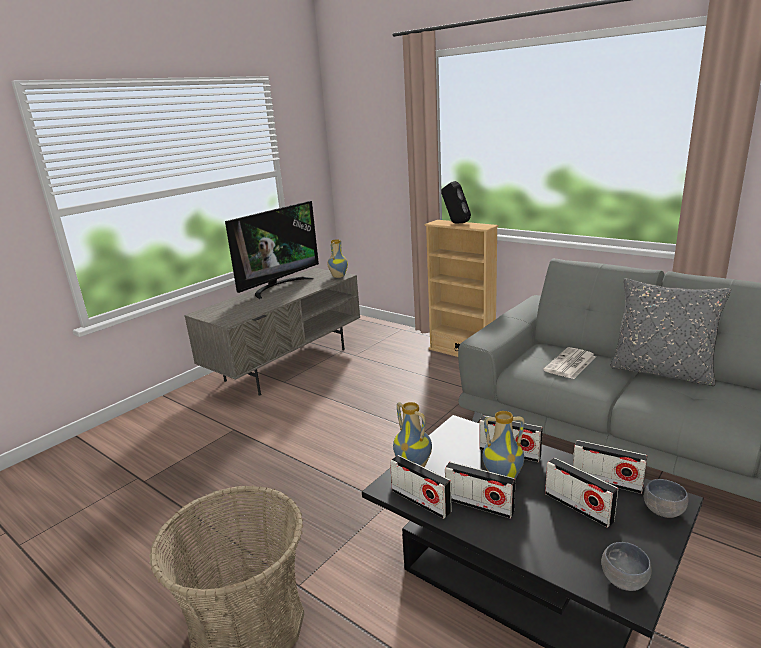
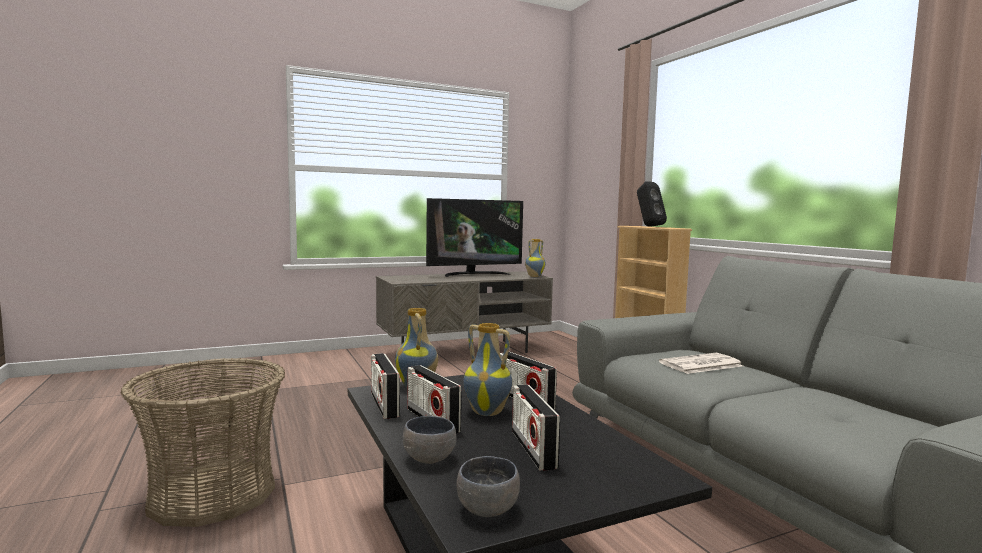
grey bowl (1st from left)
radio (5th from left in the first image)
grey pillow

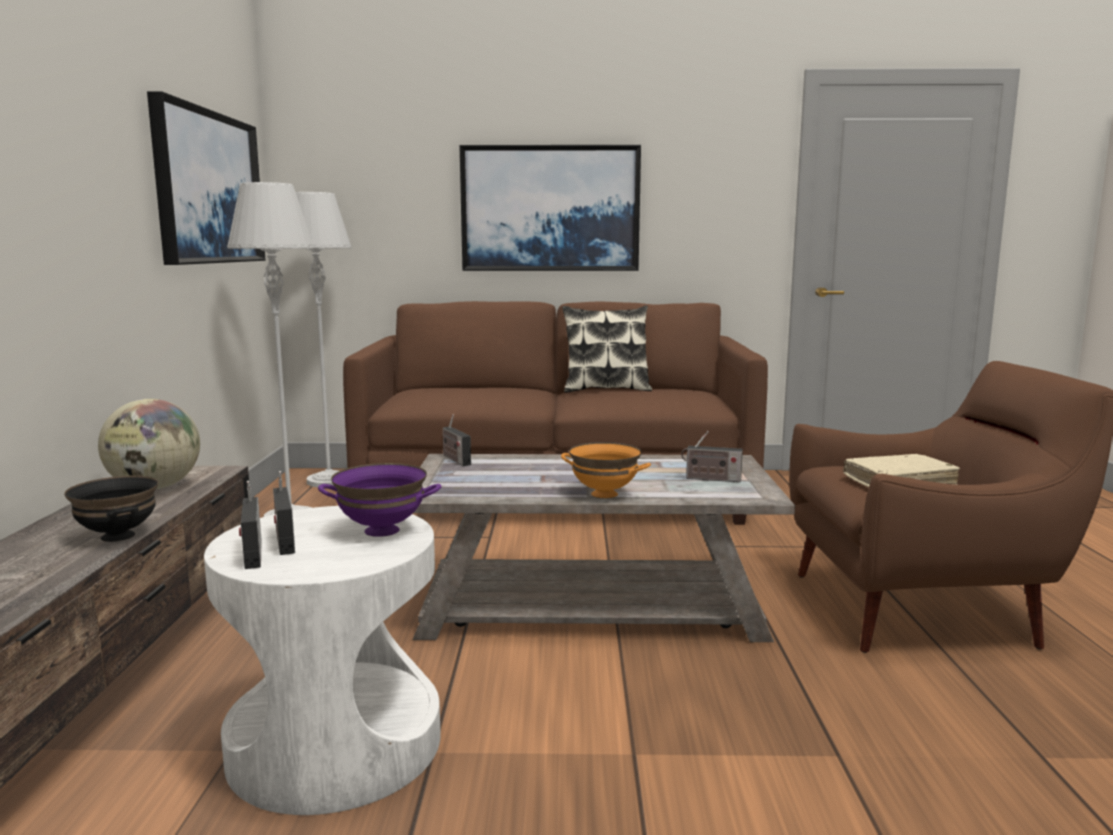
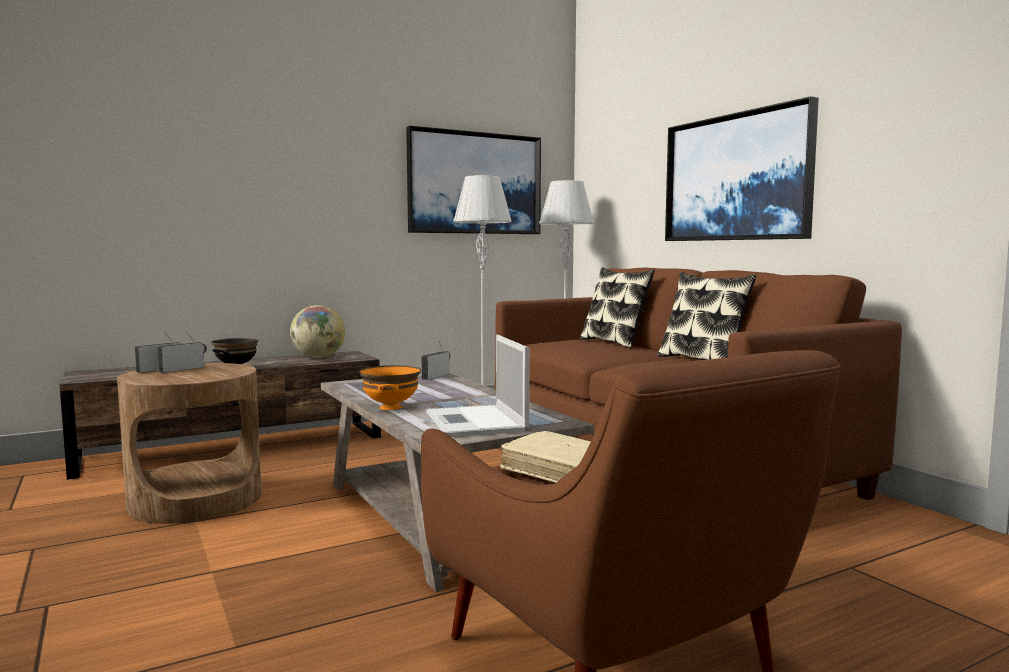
brown side table
laptop
pillow (1st from left)
purple bowl

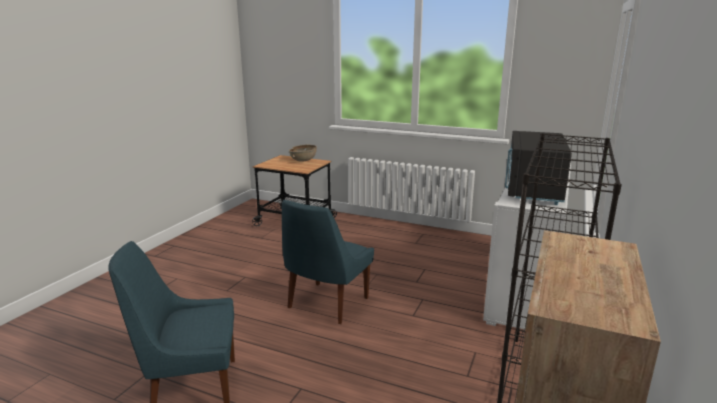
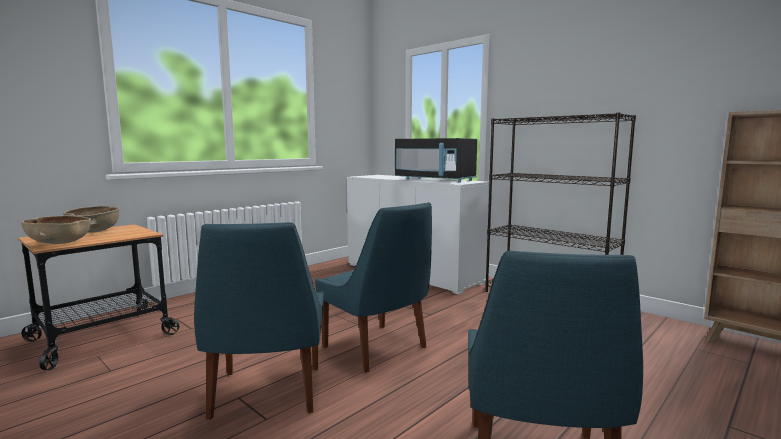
brown bowl (1st from left)
blue chair (1st from left)

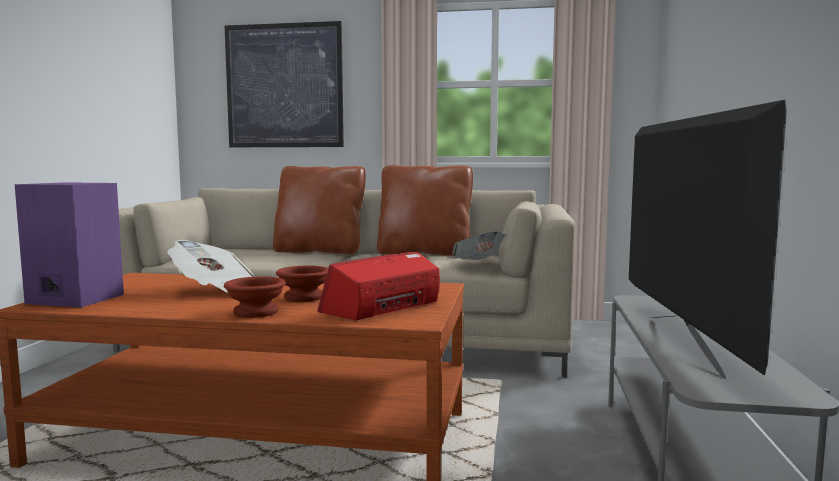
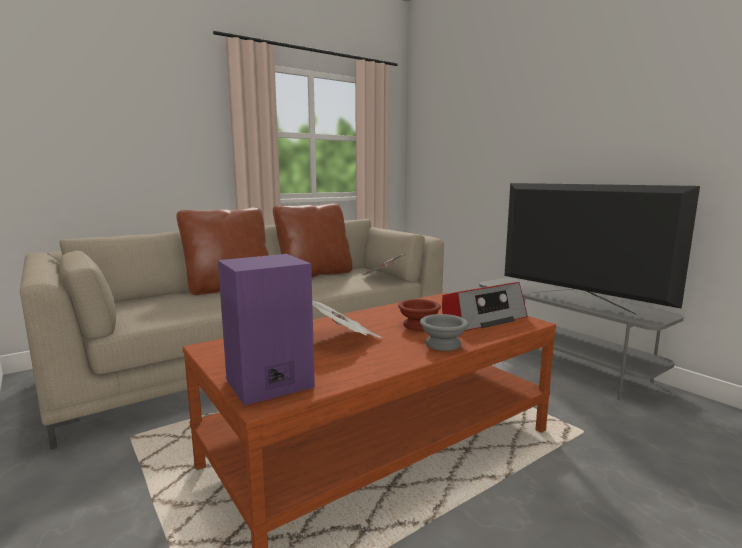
grey bowl
radio
picture

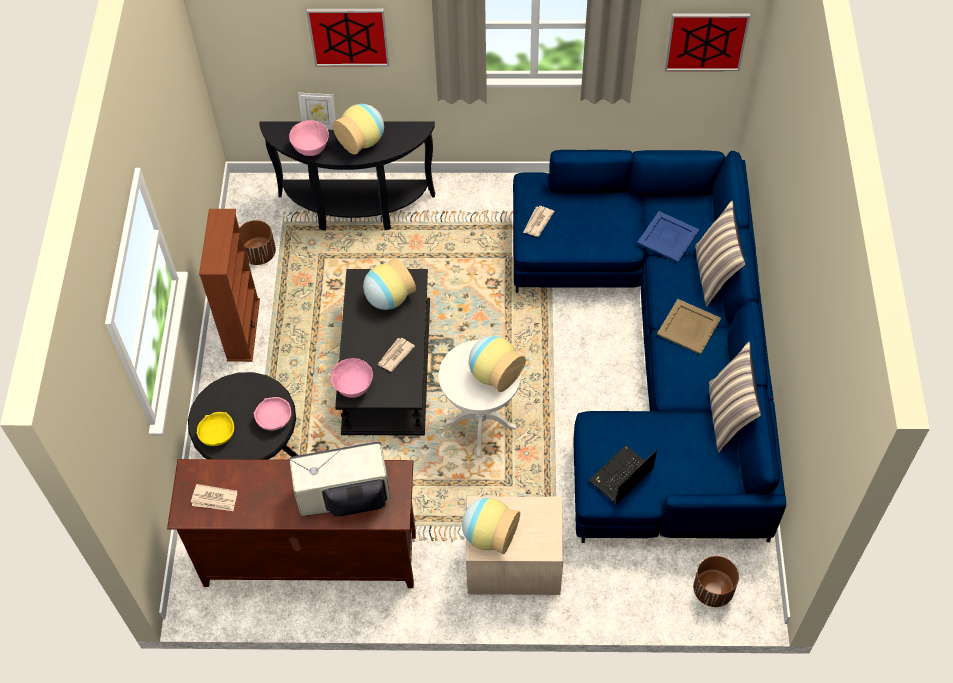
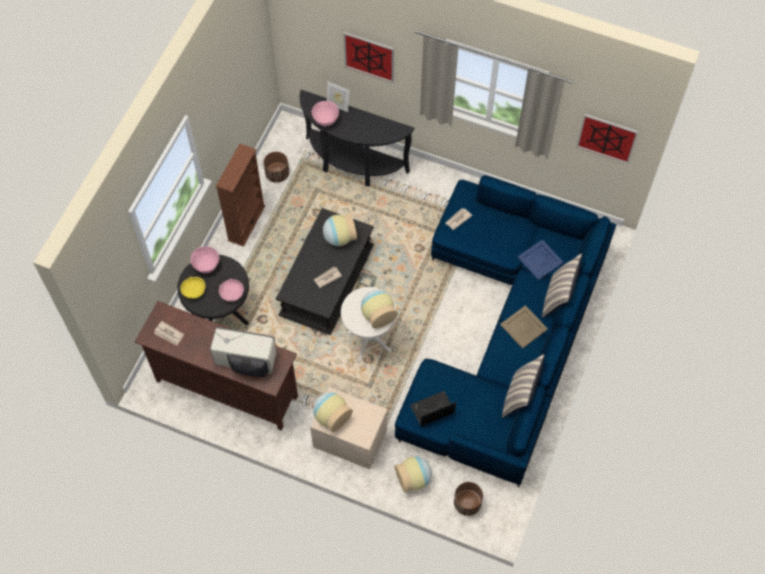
pink bowl (1st from left)
vase (4th from left)

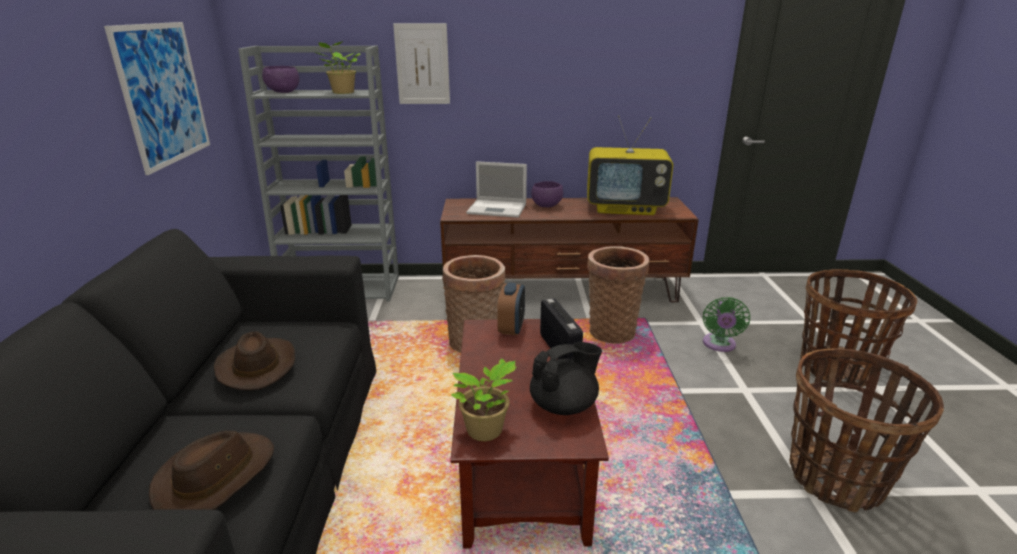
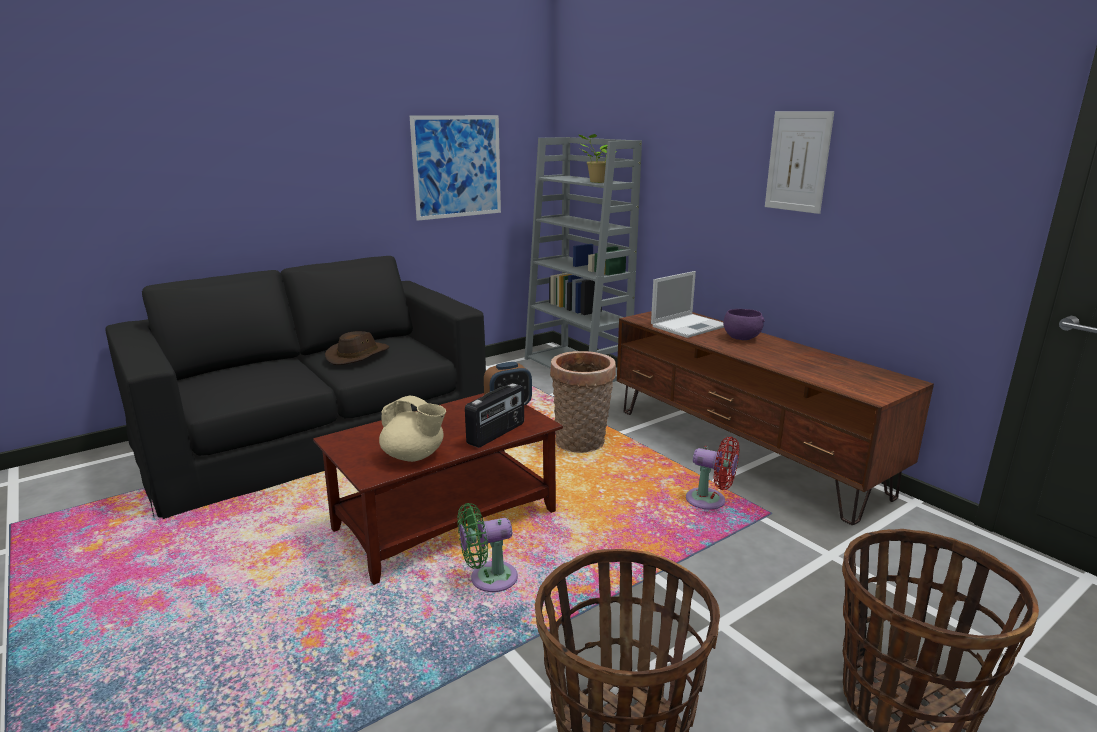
beige teapot
green fan
laptop
red fan
picture (2nd from left)
brown hat (1st from left in the first image)
purple bowl (1st from left in the first image)
potted plant (2nd from left in the first image)
television

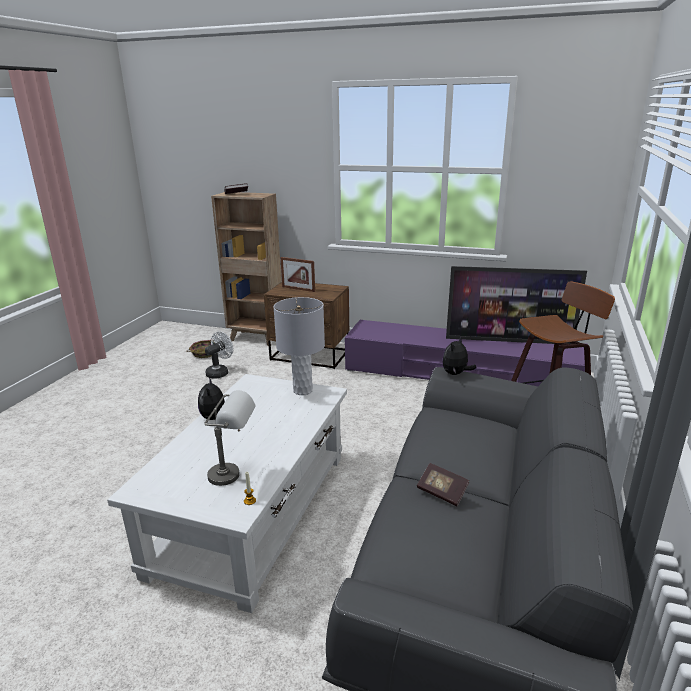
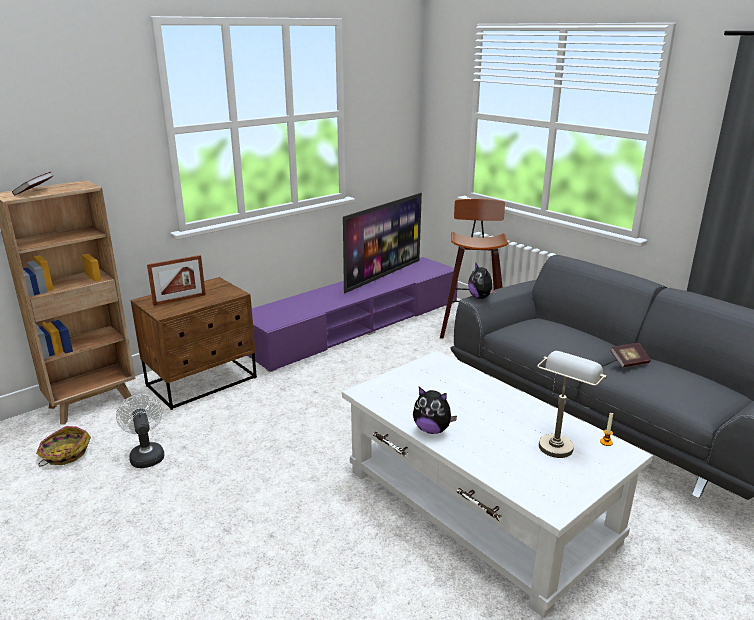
grey table lamp (2nd from left in the first image)

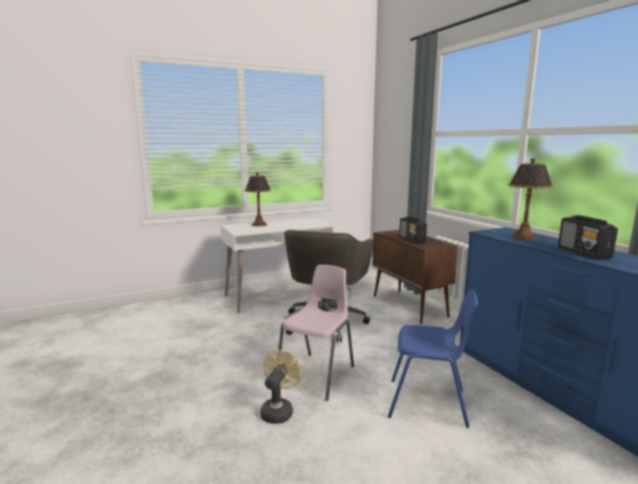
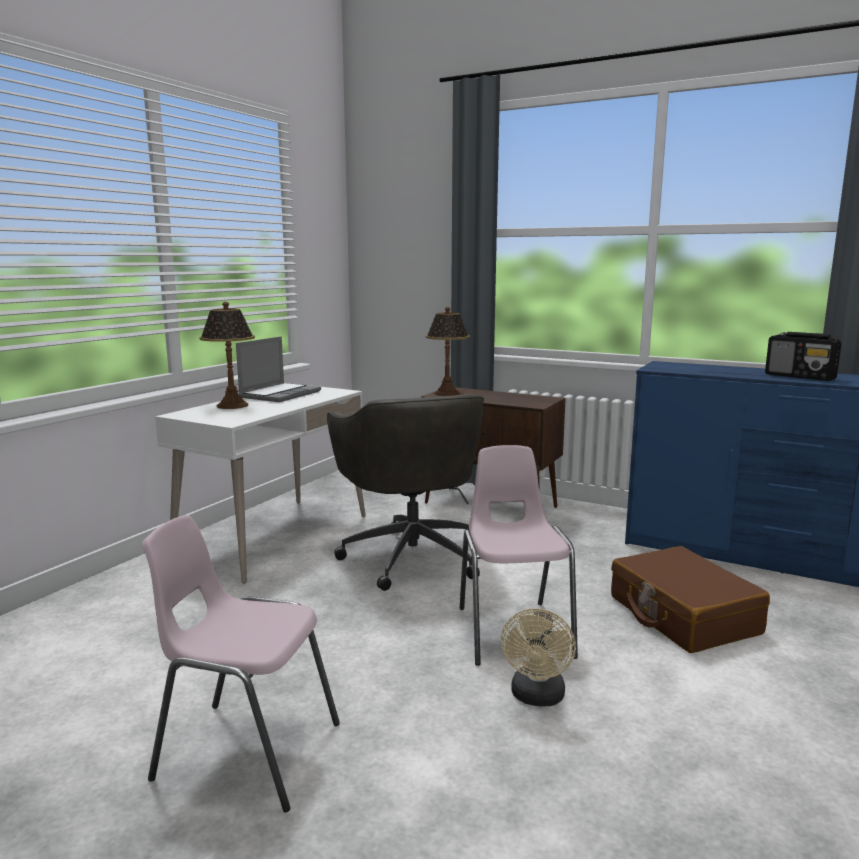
pink chair (1st from left)
laptop
table lamp (2nd from left)
beige fan
brown suitcase
radio (1st from left in the first image)

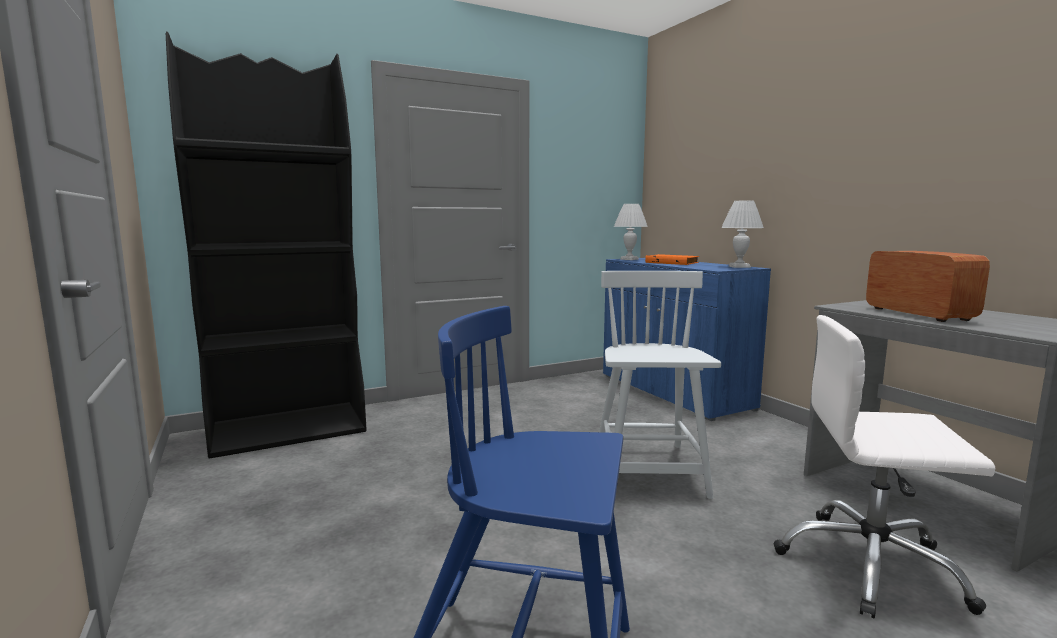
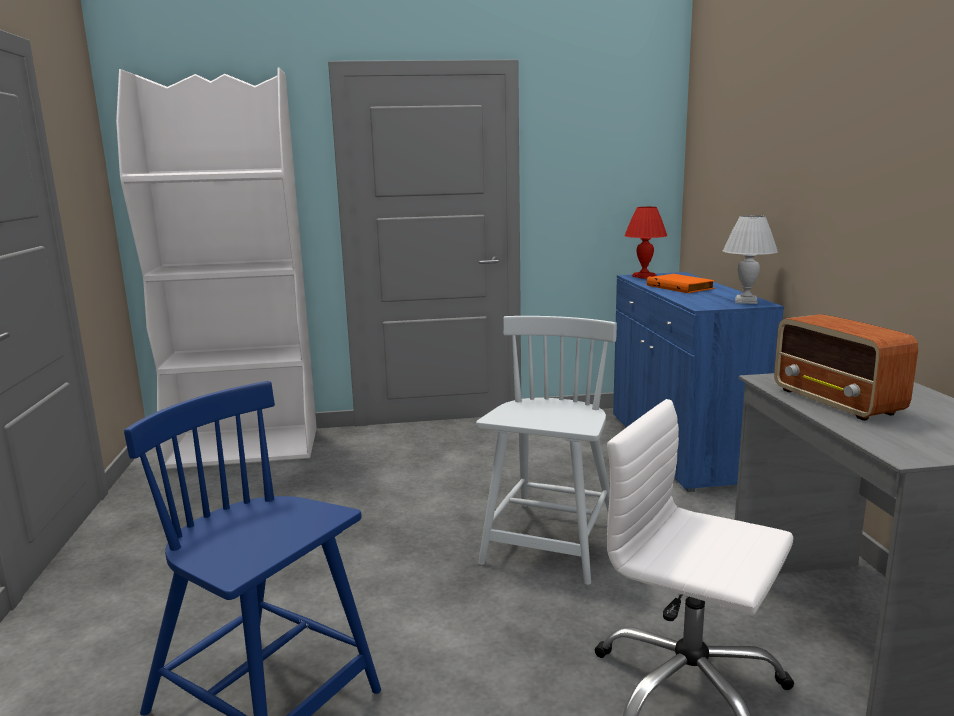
white bookcase
red table lamp
radio

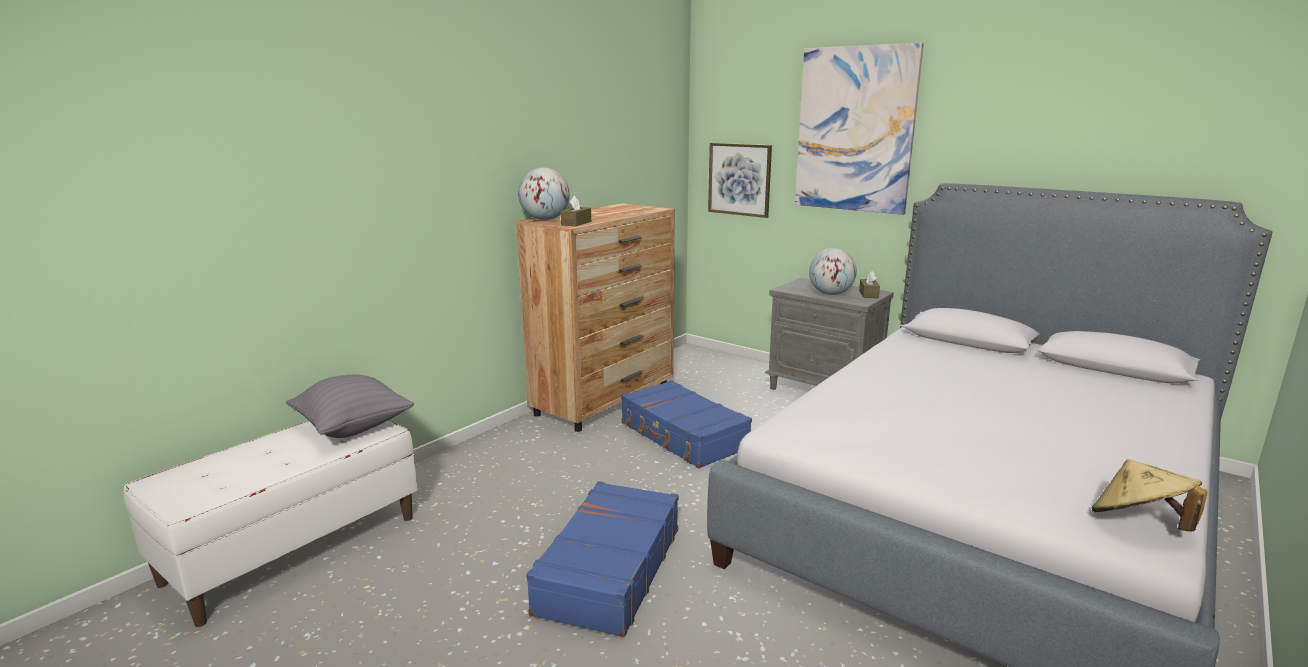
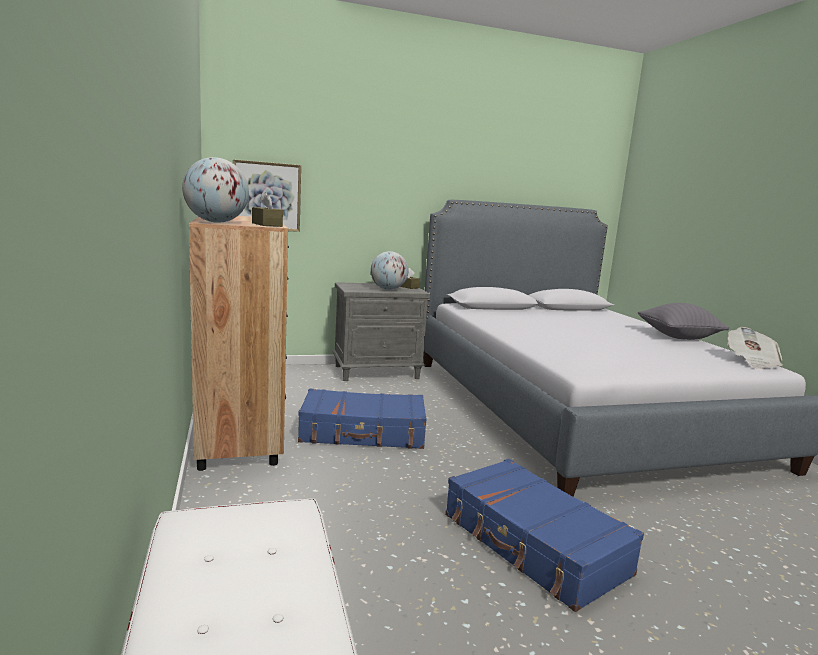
grey pillow
newspaper
picture (2nd from left in the first image)

